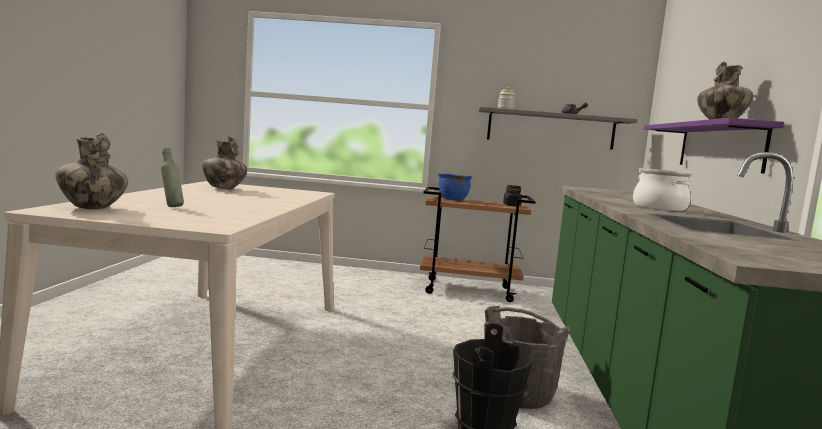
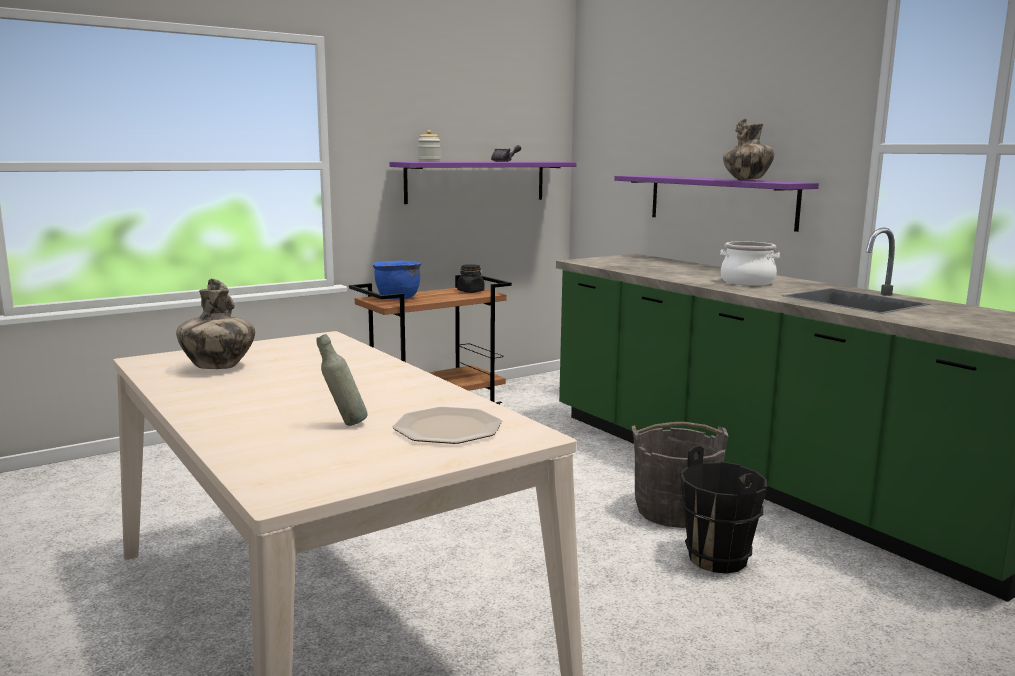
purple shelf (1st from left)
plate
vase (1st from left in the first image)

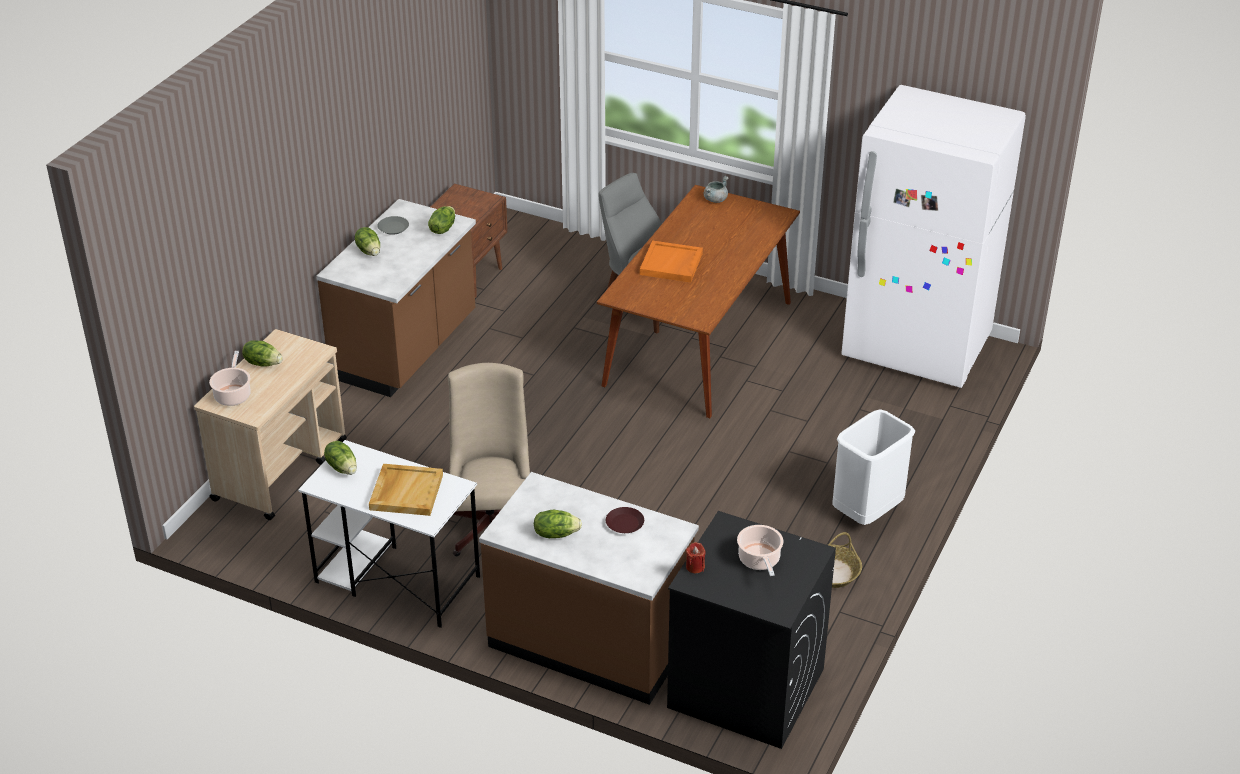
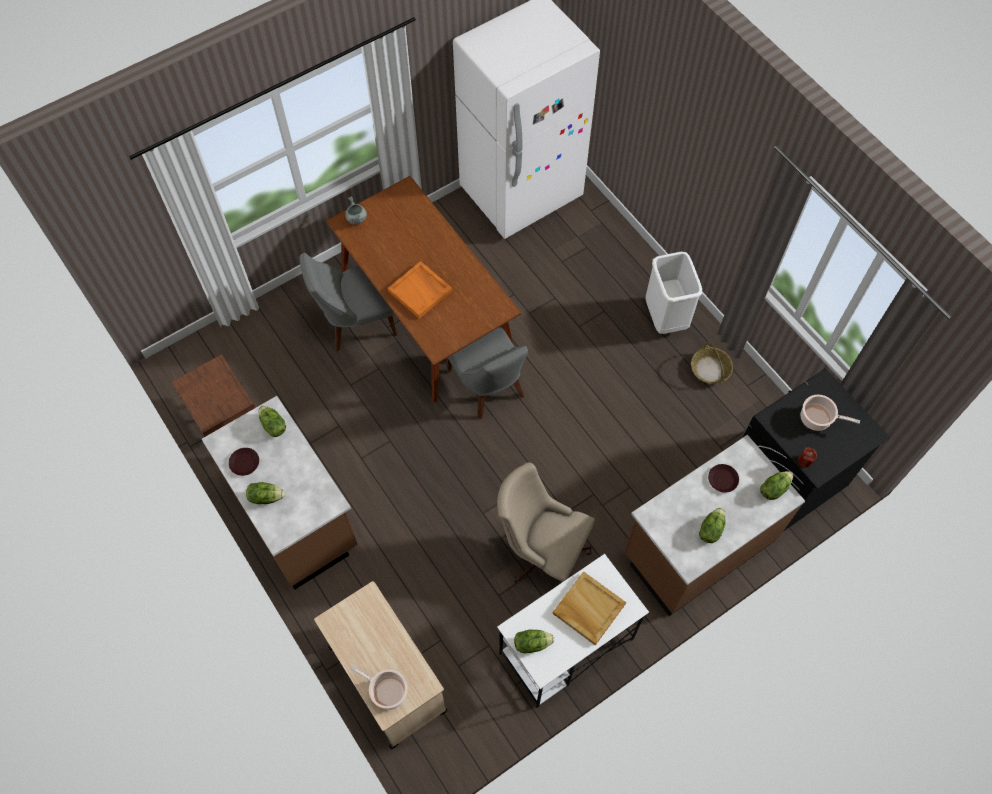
brown plate (1st from left)
grey chair (2nd from left)
lettuce (5th from left)

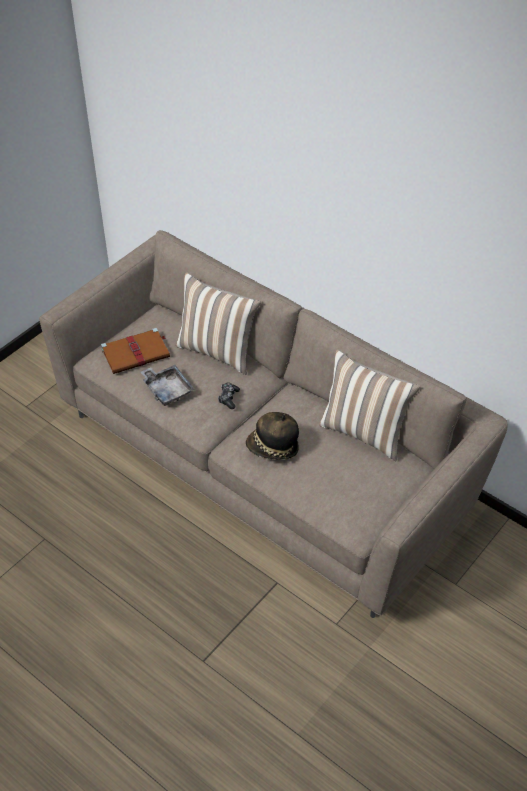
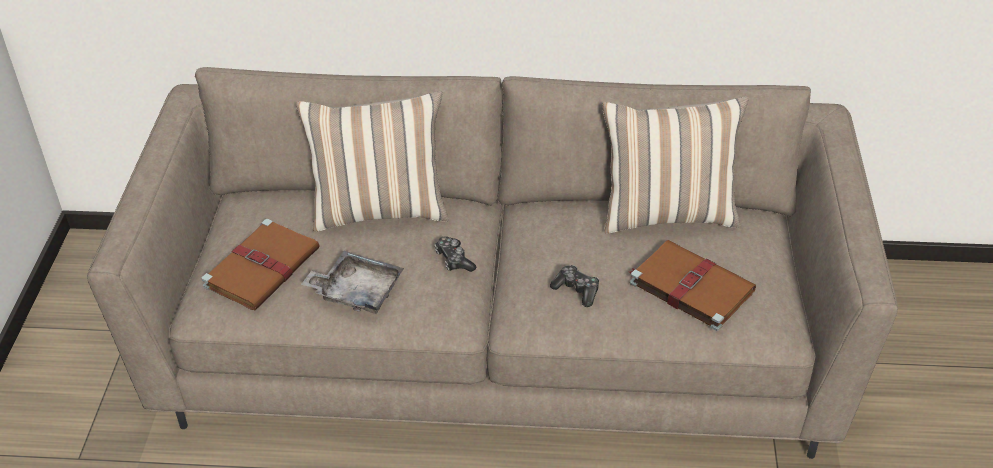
game controller (2nd from left)
brown book (2nd from left)

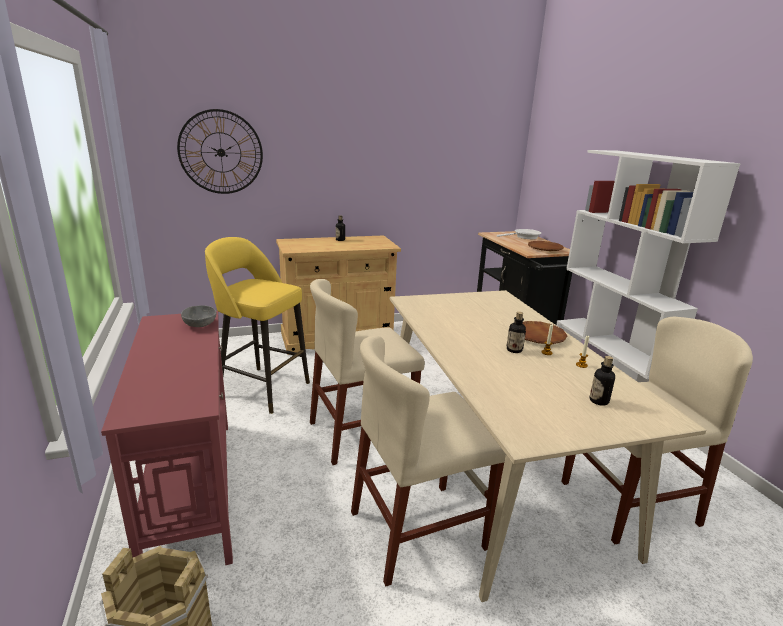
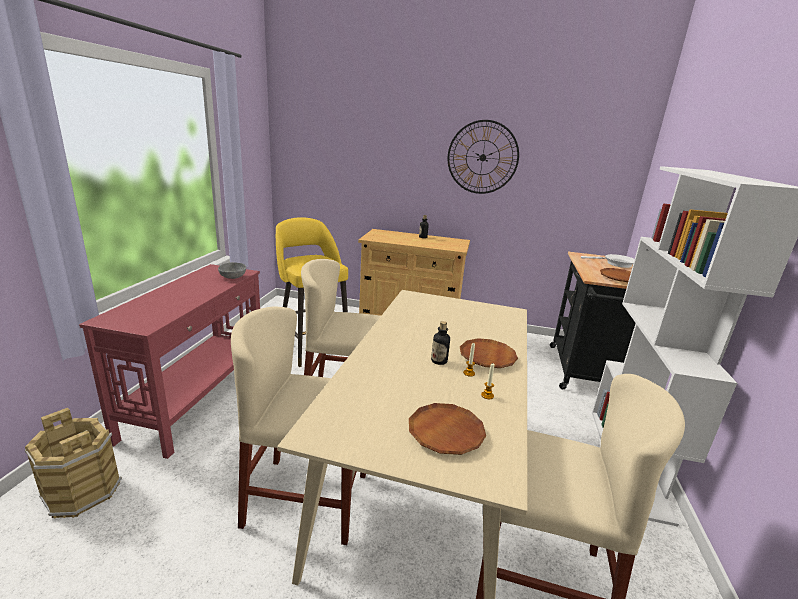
brown plate (1st from left)
wall clock

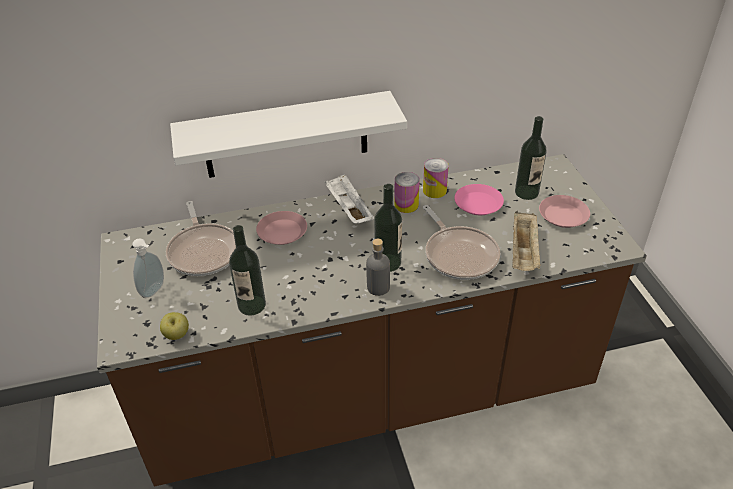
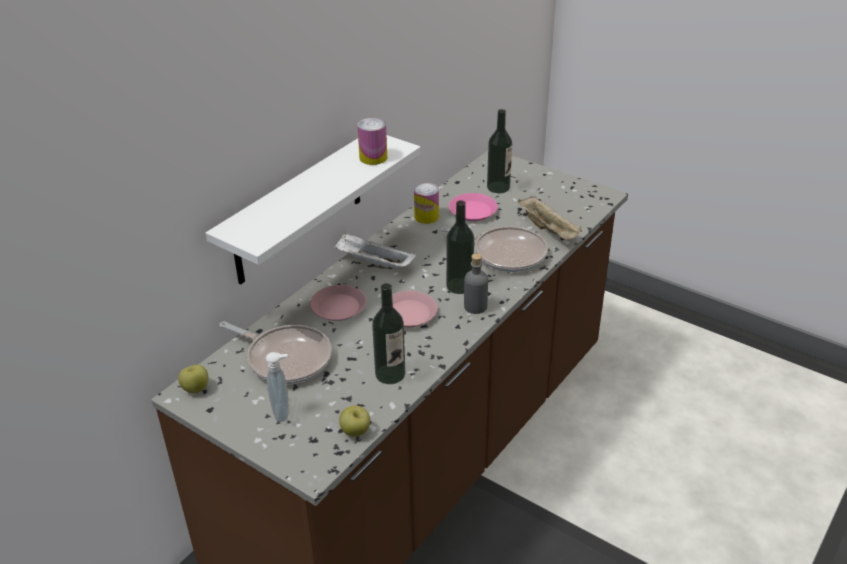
apple (1st from left)
can (1st from left)
pink plate (2nd from left)

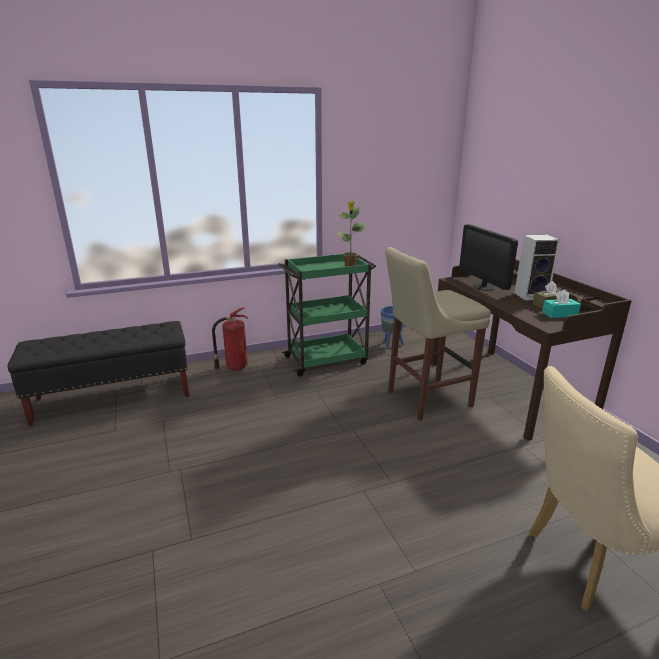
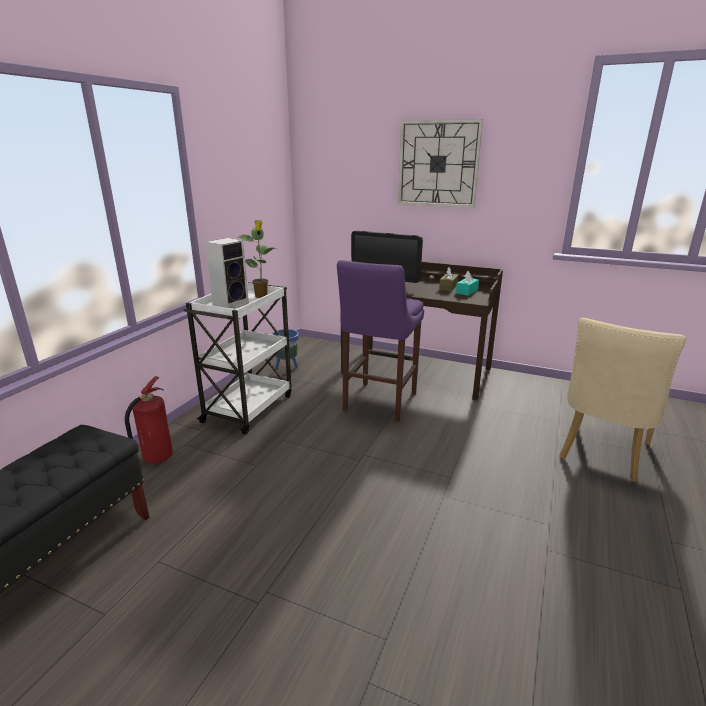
white cart
speaker
purple stool
wall clock

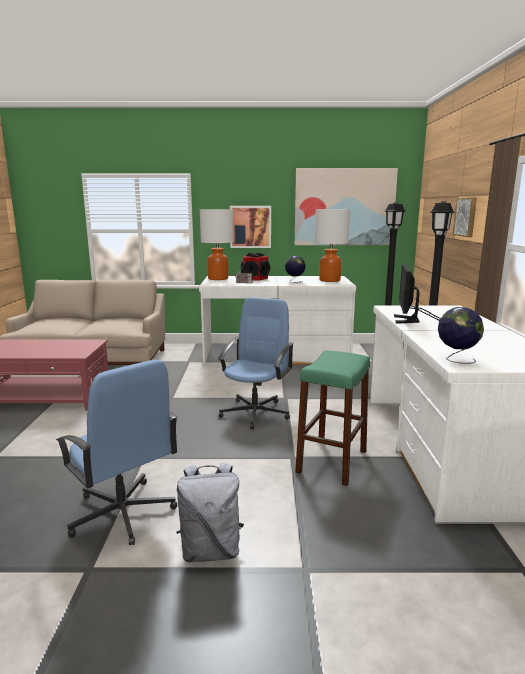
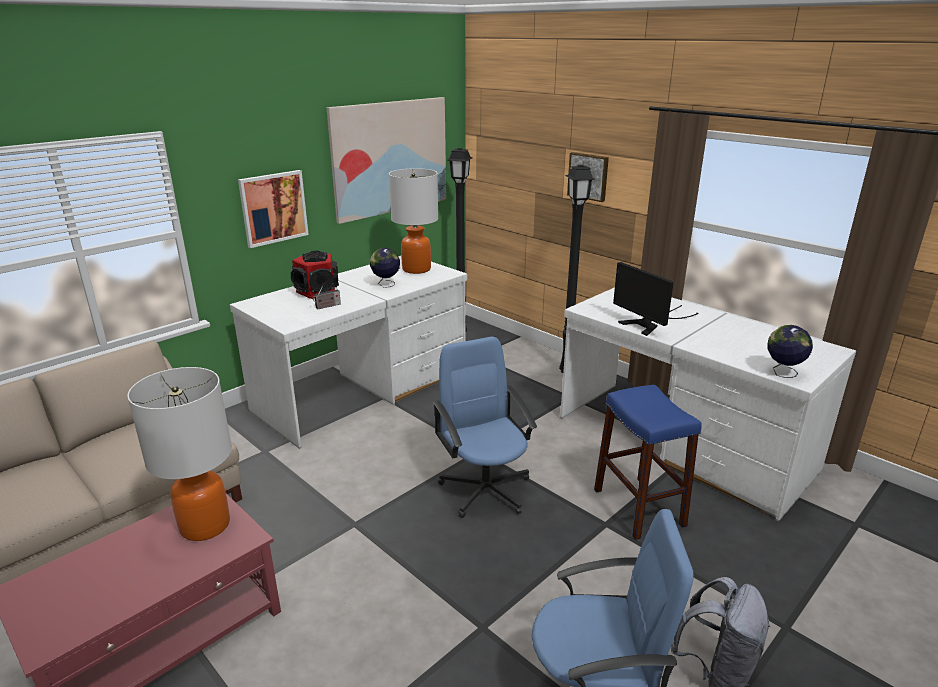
table lamp (1st from left)
blue stool

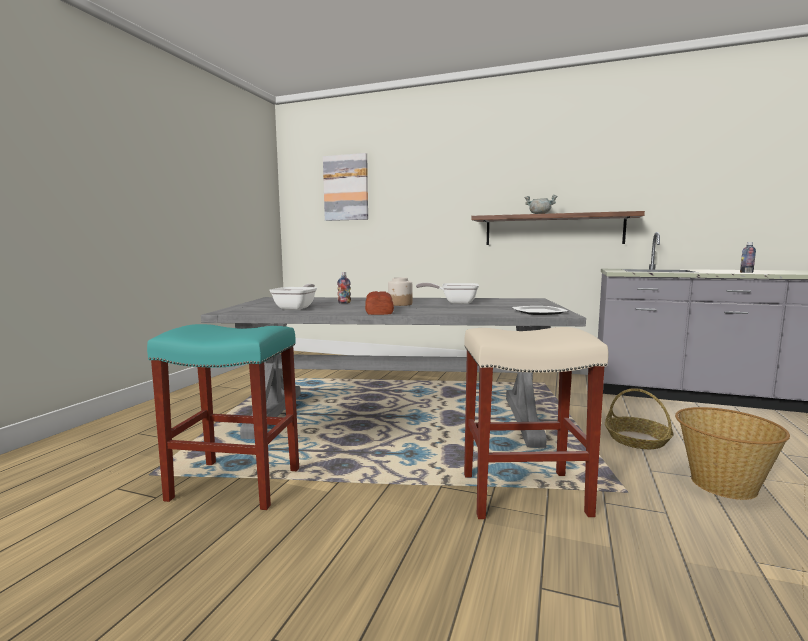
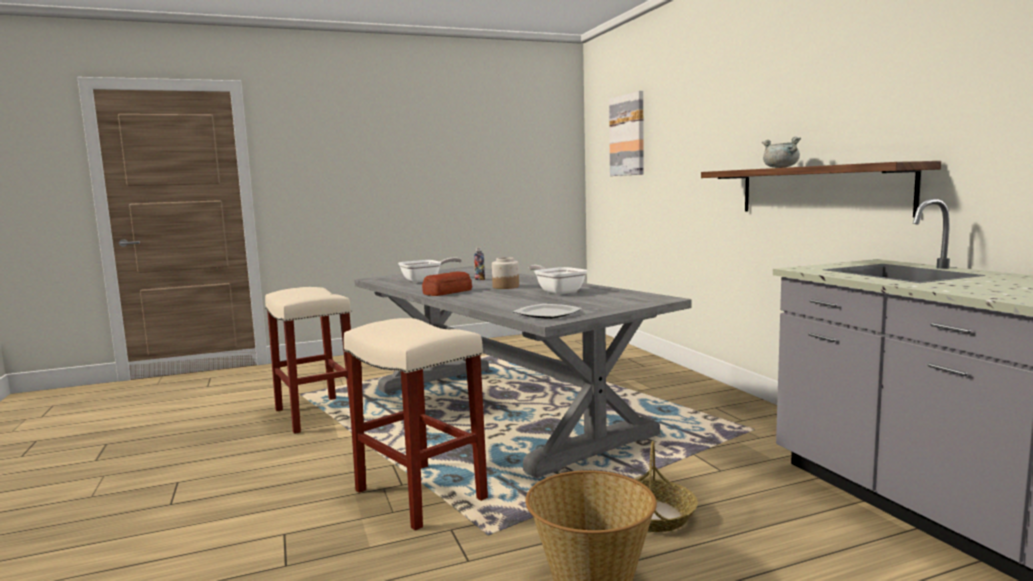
beige stool (1st from left)
bottle (2nd from left in the first image)

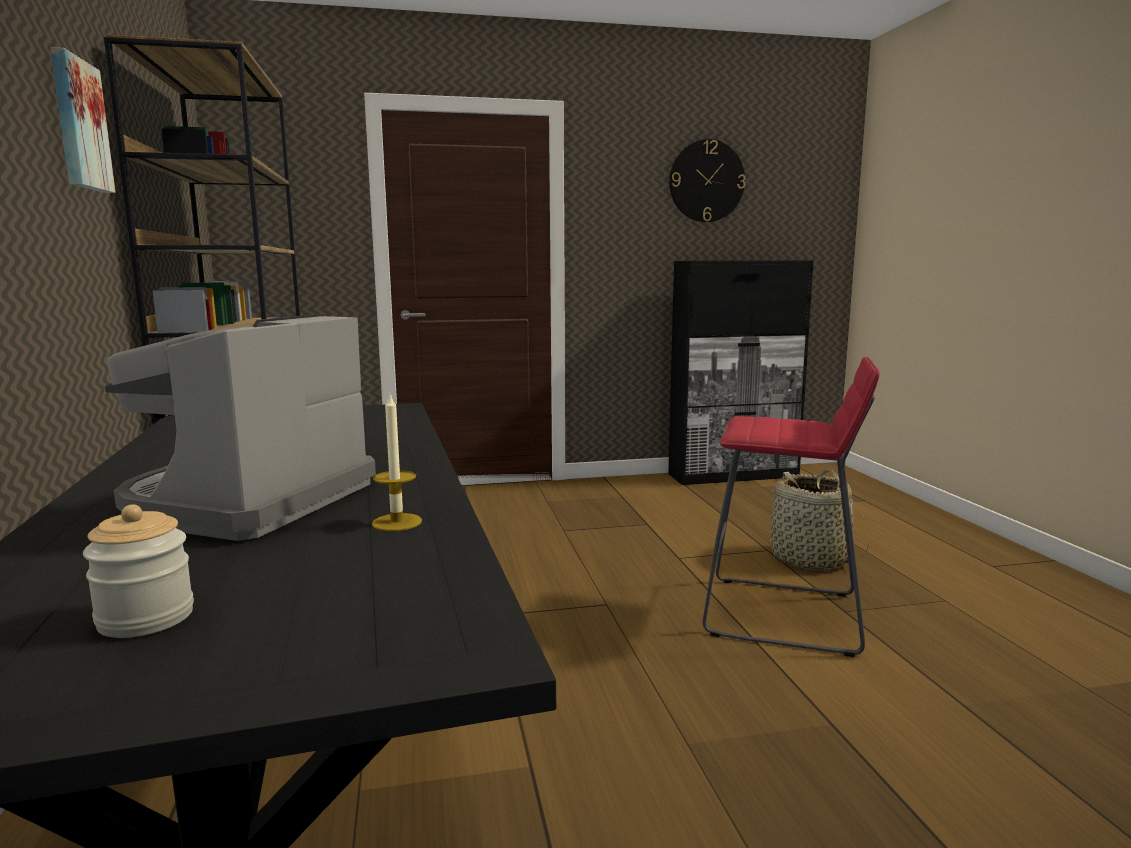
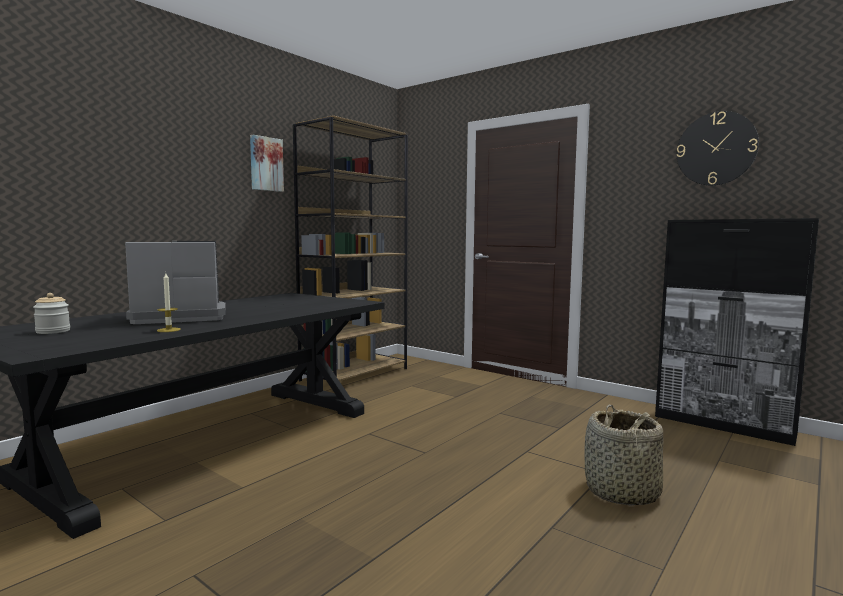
red stool

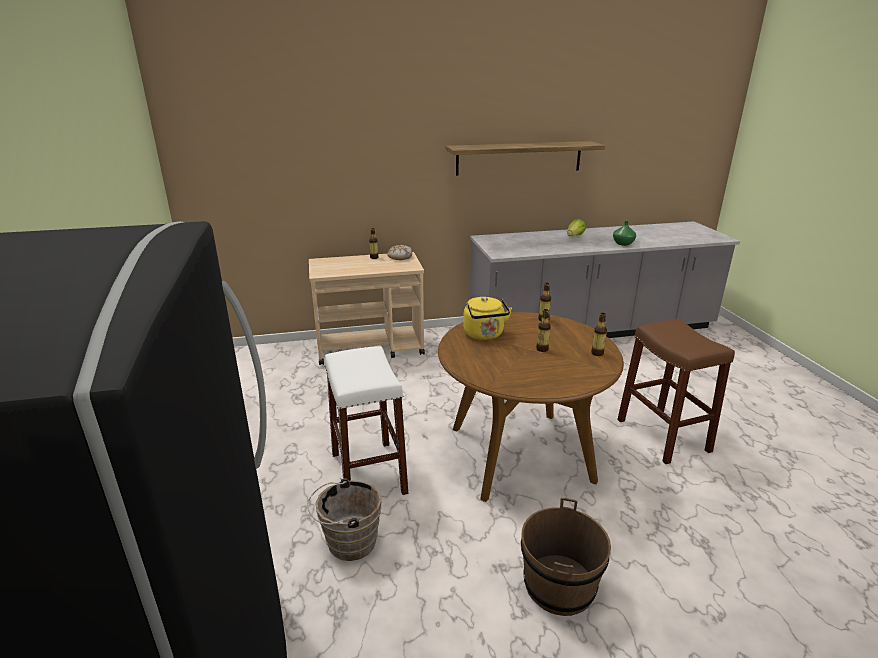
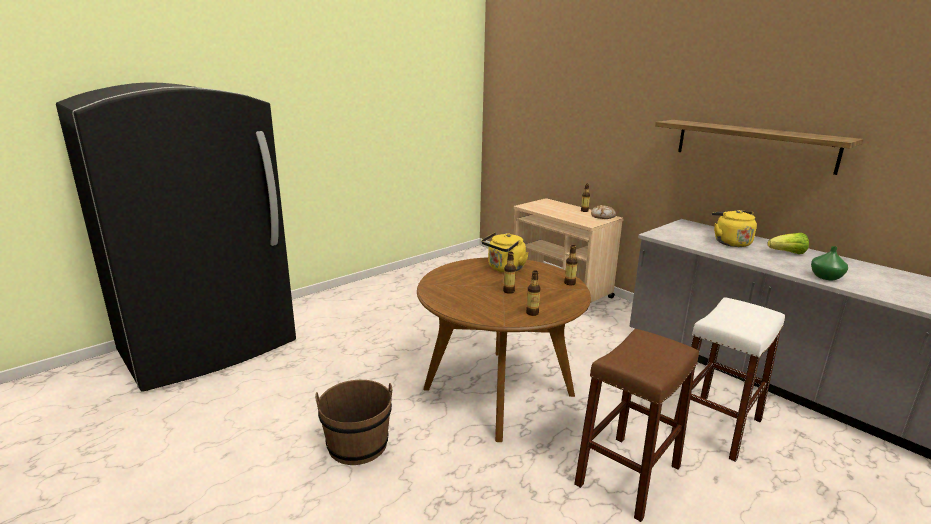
white stool
yellow kettle (2nd from left)
brown bucket (1st from left in the first image)

